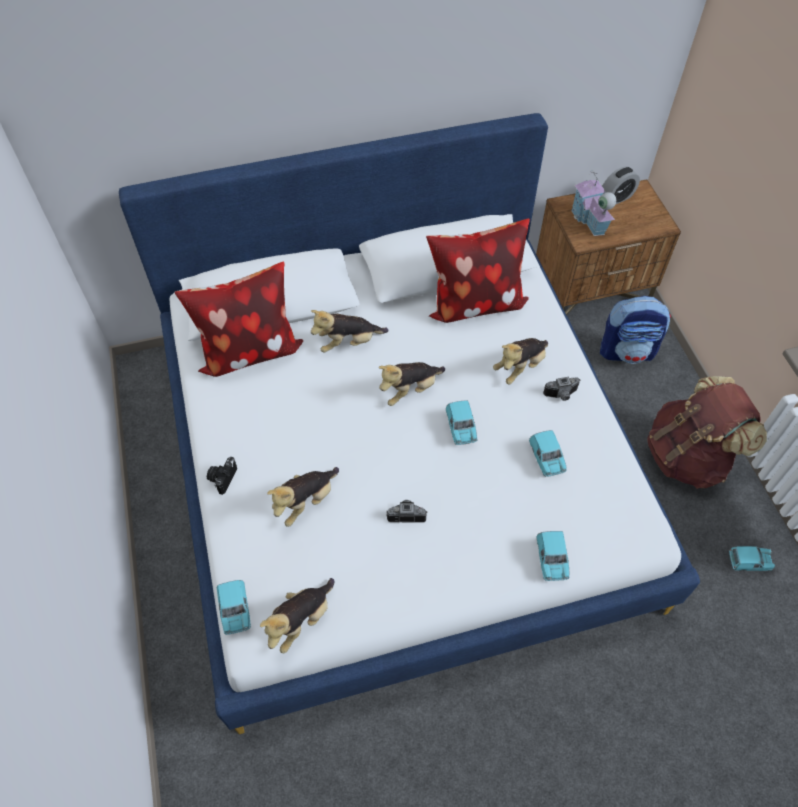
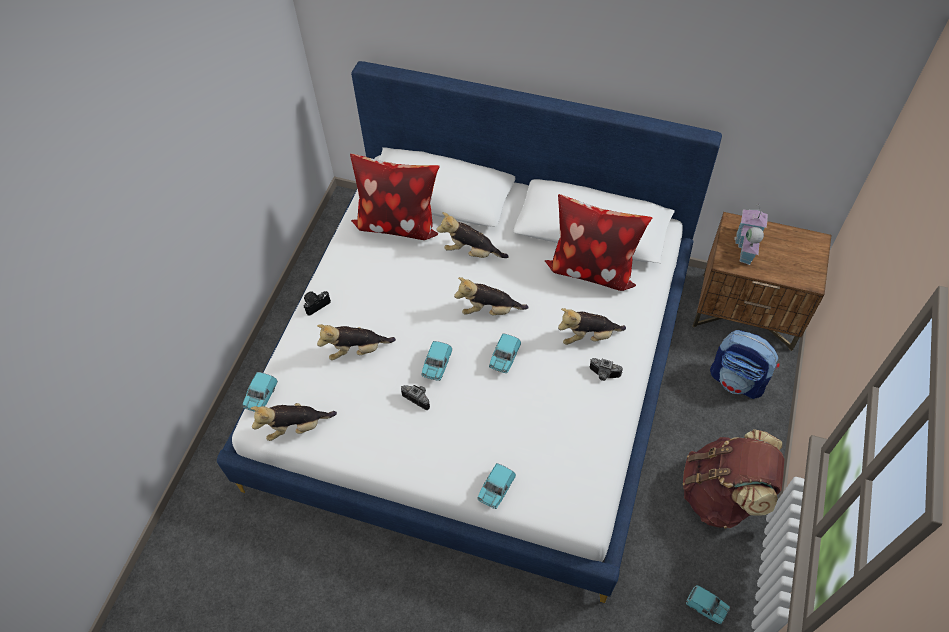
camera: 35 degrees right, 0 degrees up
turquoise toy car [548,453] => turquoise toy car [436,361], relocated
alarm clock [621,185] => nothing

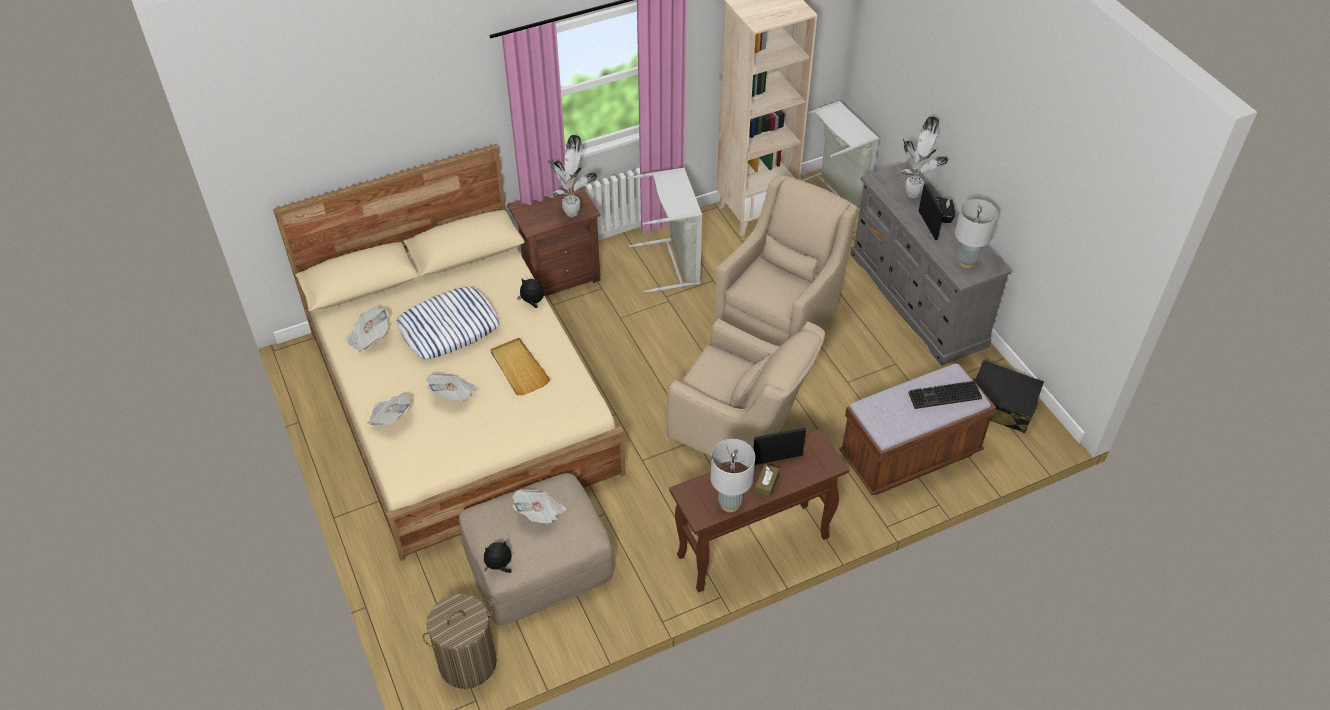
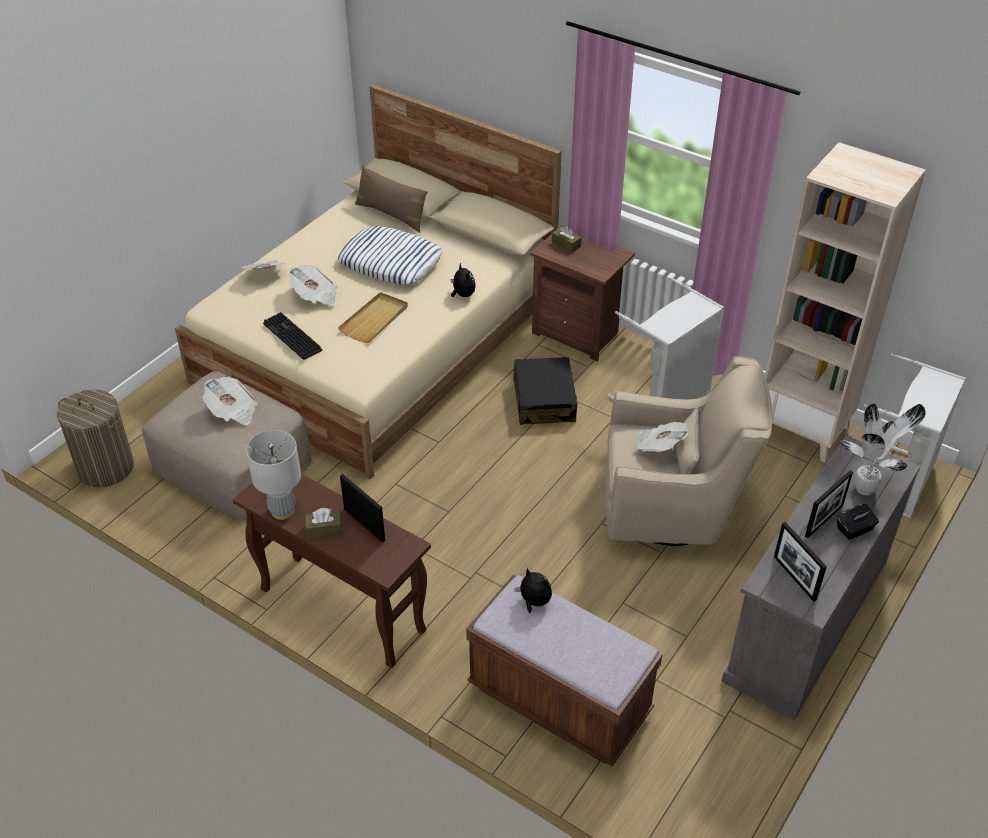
camera: 60 degrees right, 5 degrees down
keyboard [945,395] => keyboard [292,336], relocated
nothing => brown pillow [391,199]
black suitcase [1009,396] => black suitcase [545,391], relocated
plush toy [498,557] => plush toy [533,590], relocated
nothing => brown tissue box [567,239]
newspaper [367,329] => newspaper [661,437], relocated
grey table lamp [976,233] => picture frame [800,562]
potted plant [572,176] => nothing
beige armchair [746,391] => nothing

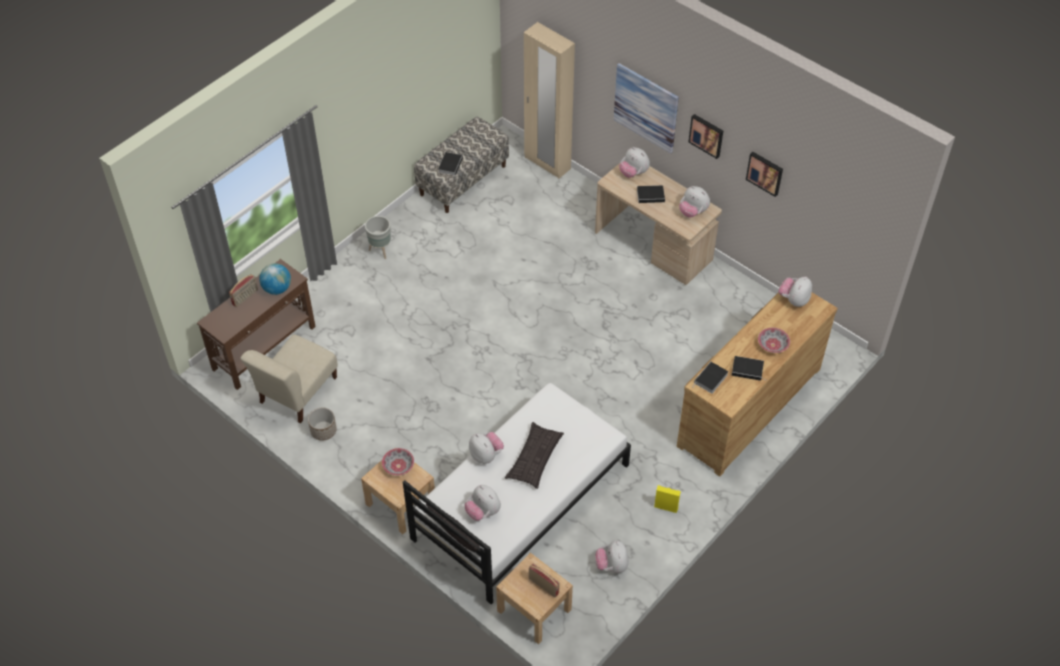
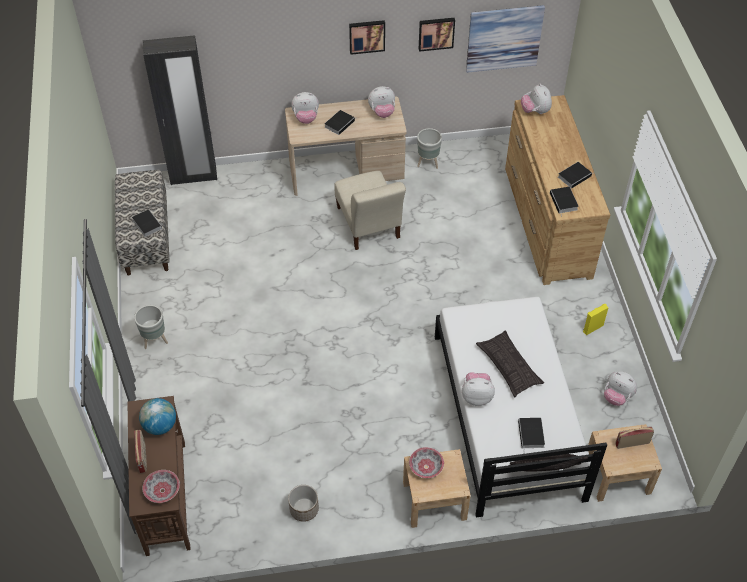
camera: 50 degrees left, 0 degrees up
bowl [774,340] => bowl [161,486], relocated
beige wardrobe [549,100] => black wardrobe [180,110]
beige chair [289,378] => beige chair [370,210], relocated
nothing => grey planter [429,148]
picture [646,108] => picture [505,39], relocated
plush toy [483,503] => book [531,435]

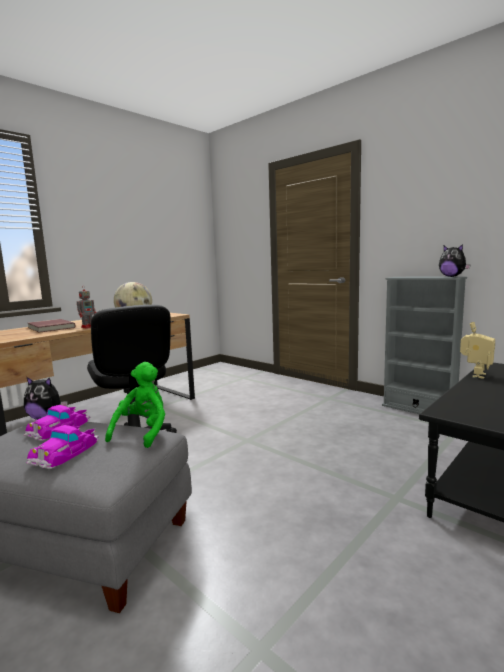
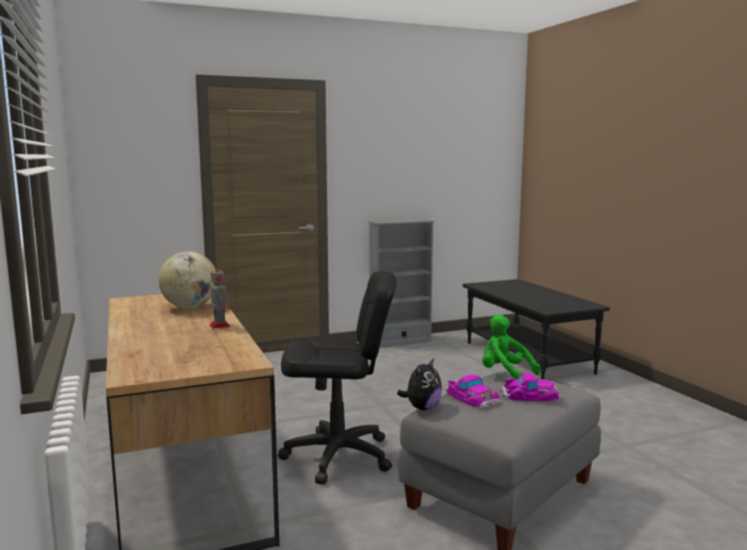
camera: 65 degrees left, 0 degrees up
toy car [62,447] => toy car [531,387], 45 degrees counterclockwise
red book [51,326] => nothing
plush toy [455,260] => nothing
toy robot [477,350] => nothing

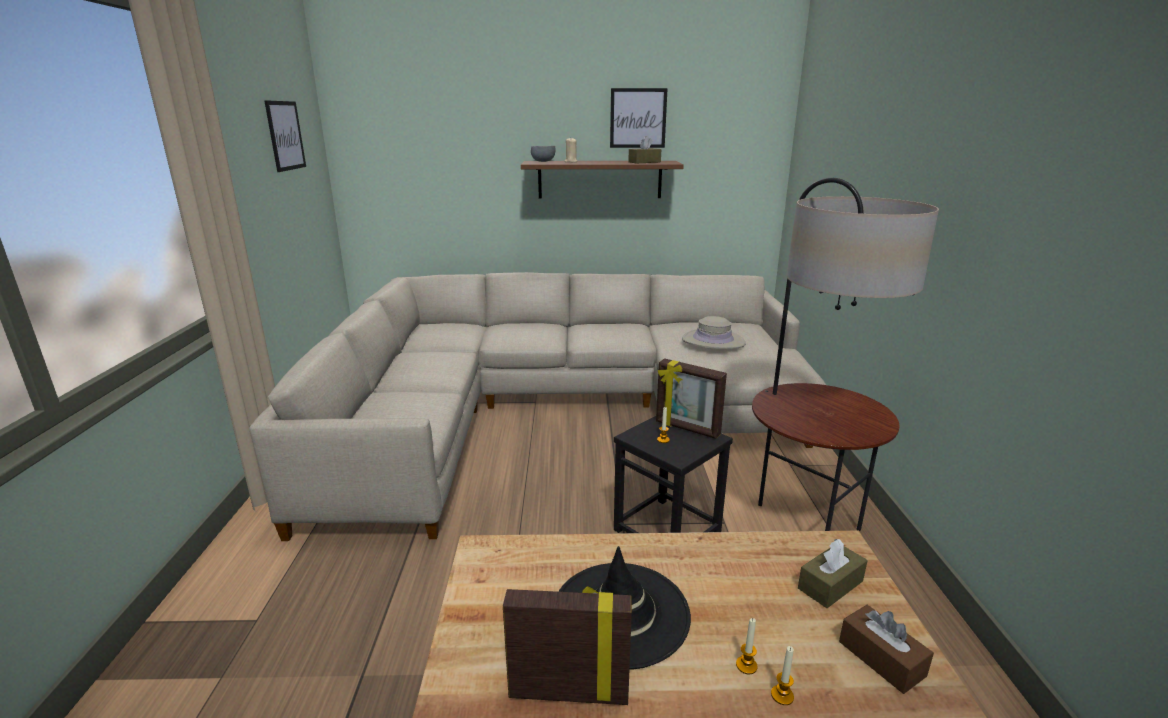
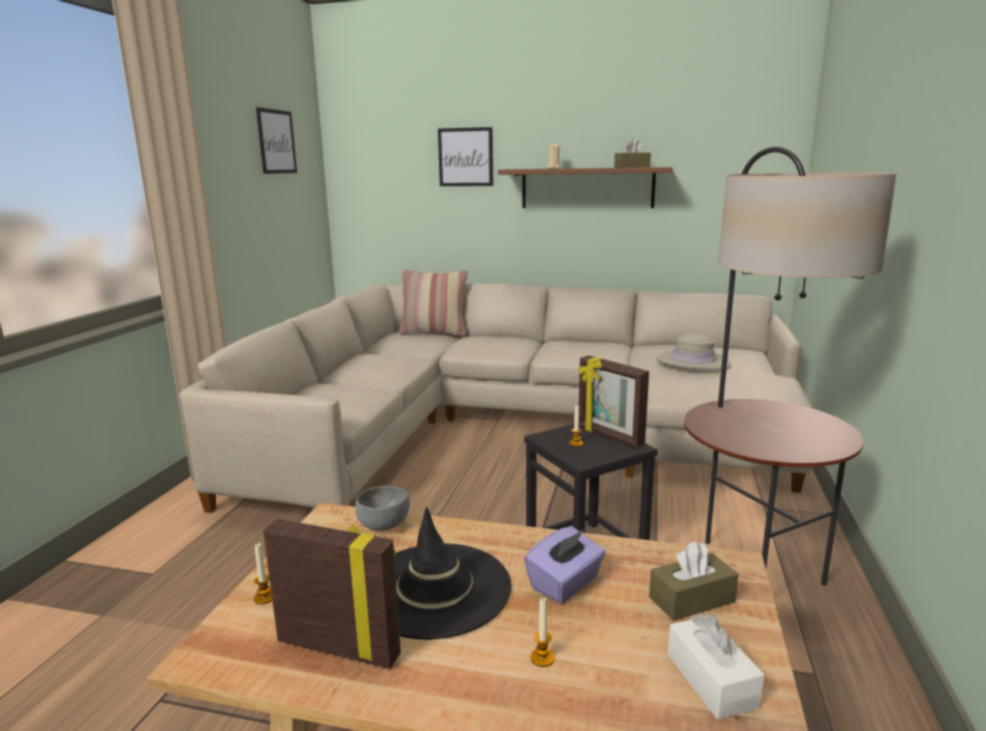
camera: 15 degrees right, 5 degrees down
candle [782,675] => candle [263,573], relocated
grey bowl [543,154] => grey bowl [382,508], relocated
nothing => pillow [433,303]
picture [639,118] => picture [465,156], relocated
nothing => purple tissue box [565,565]
brown tissue box [886,649] => white tissue box [716,666]

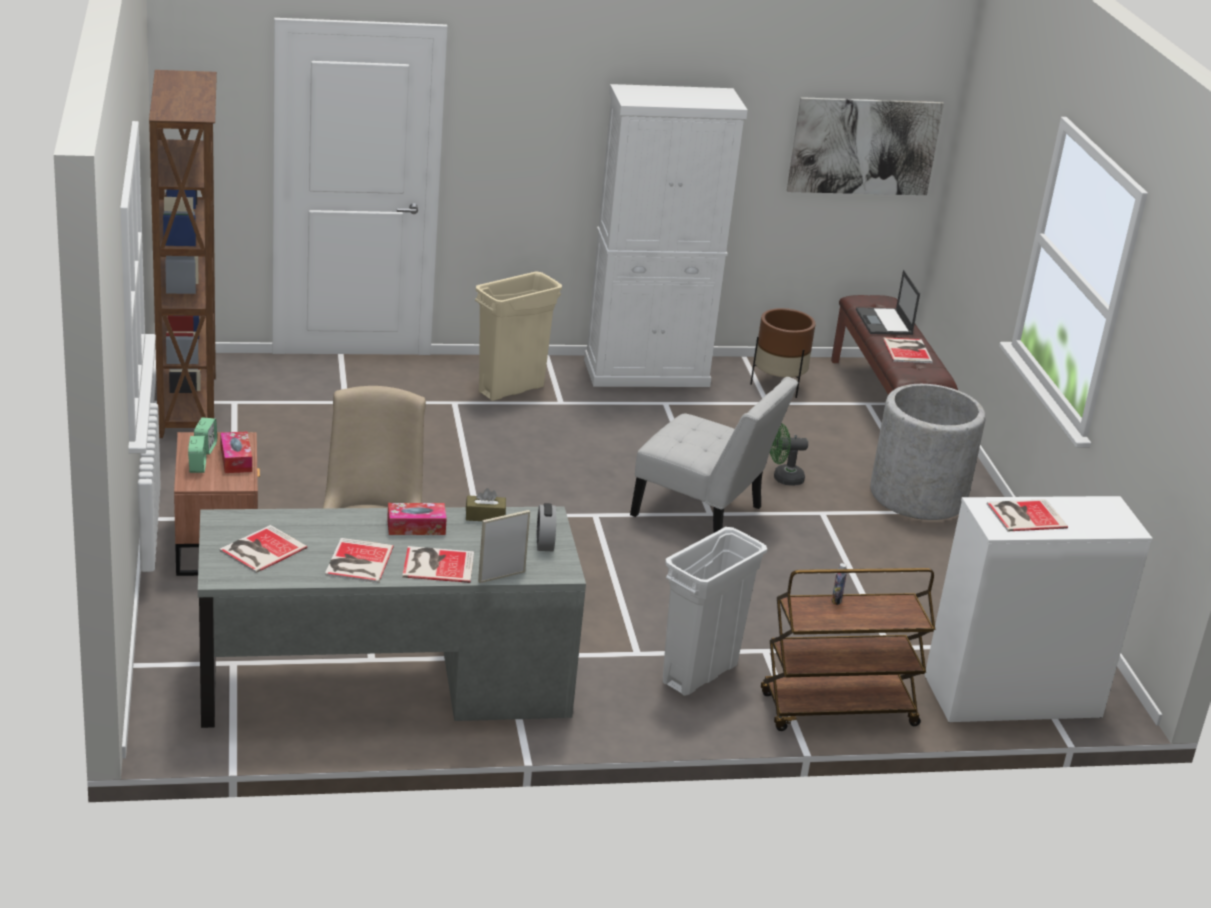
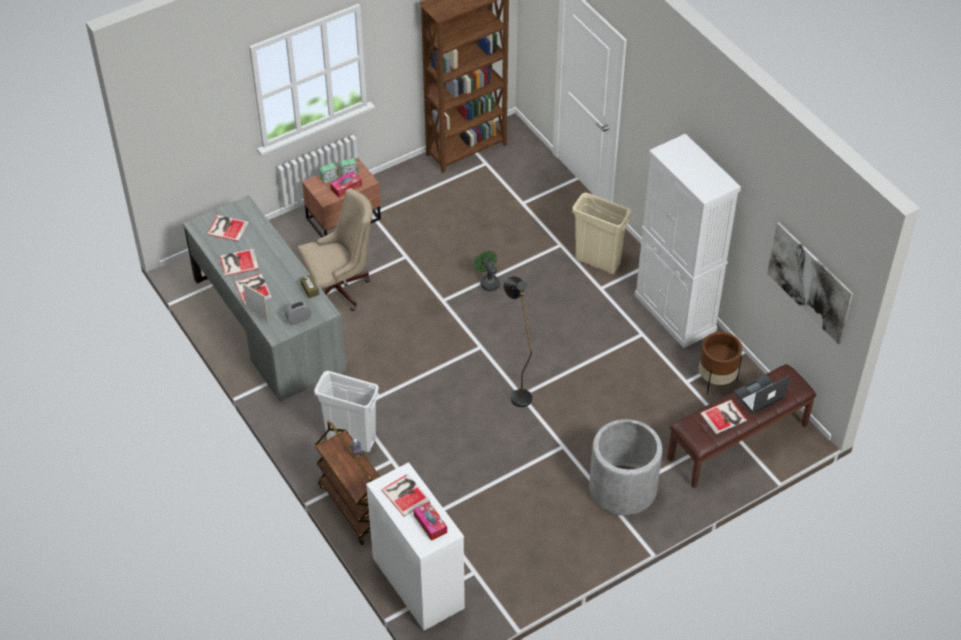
camera: 70 degrees right, 20 degrees up
tissue box [417,519] => tissue box [430,521], relocated
green fan [789,454] => green fan [487,271], relocated
white chair [714,455] => black floor lamp [518,341]

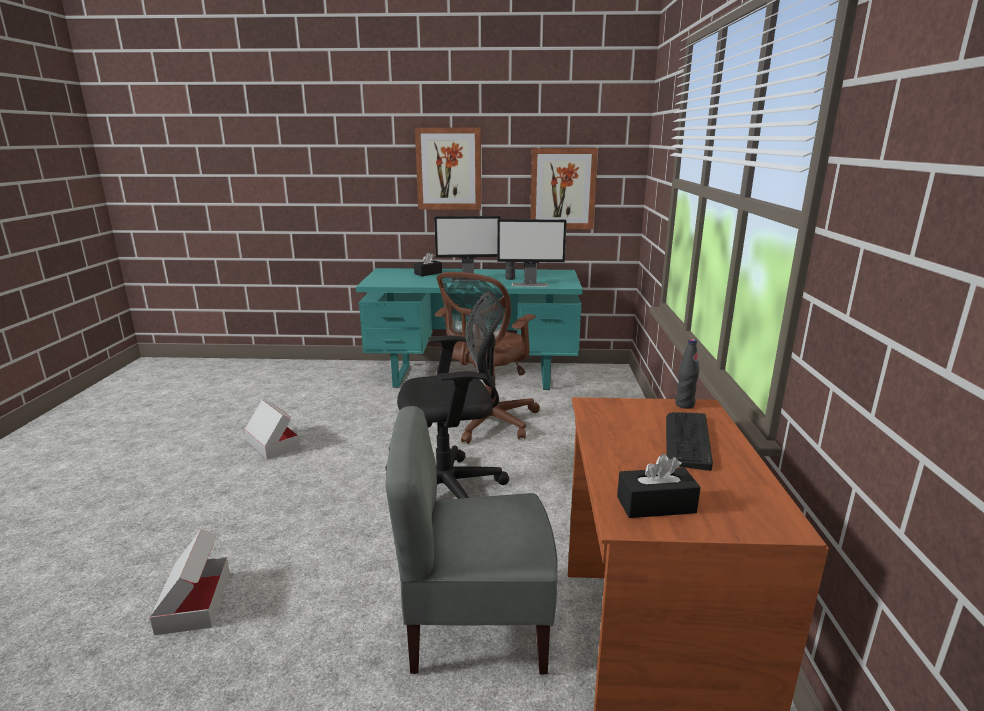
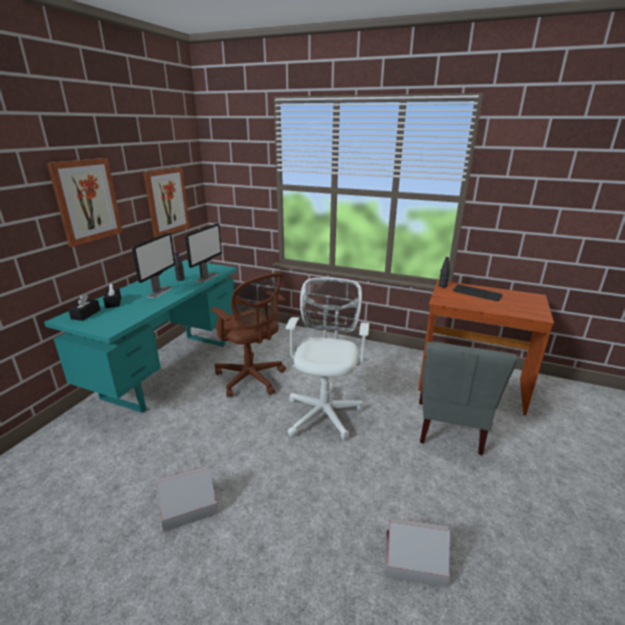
camera: 70 degrees left, 5 degrees up
black tissue box [659,486] => black tissue box [84,307], relocated
black office chair [447,395] => white office chair [327,359]

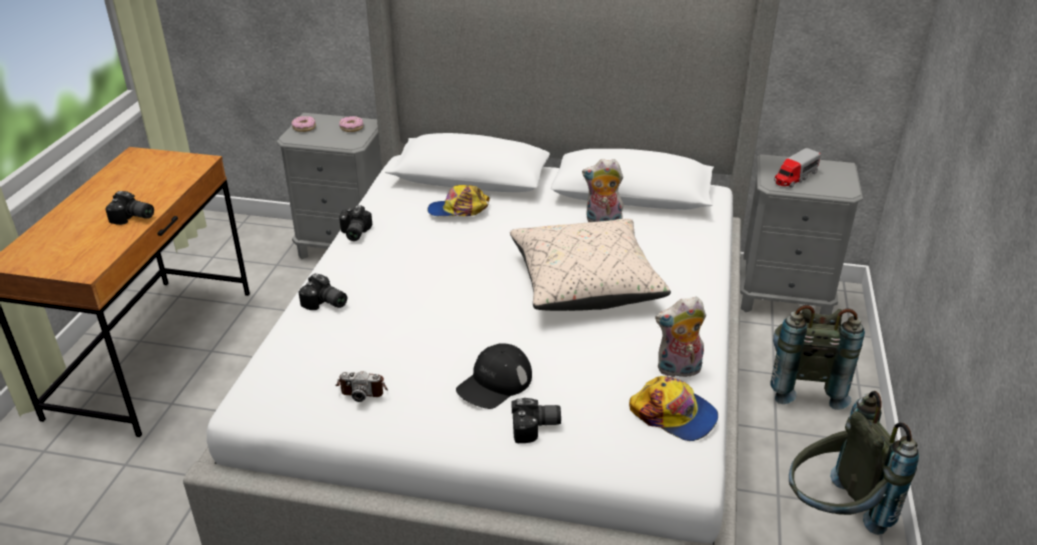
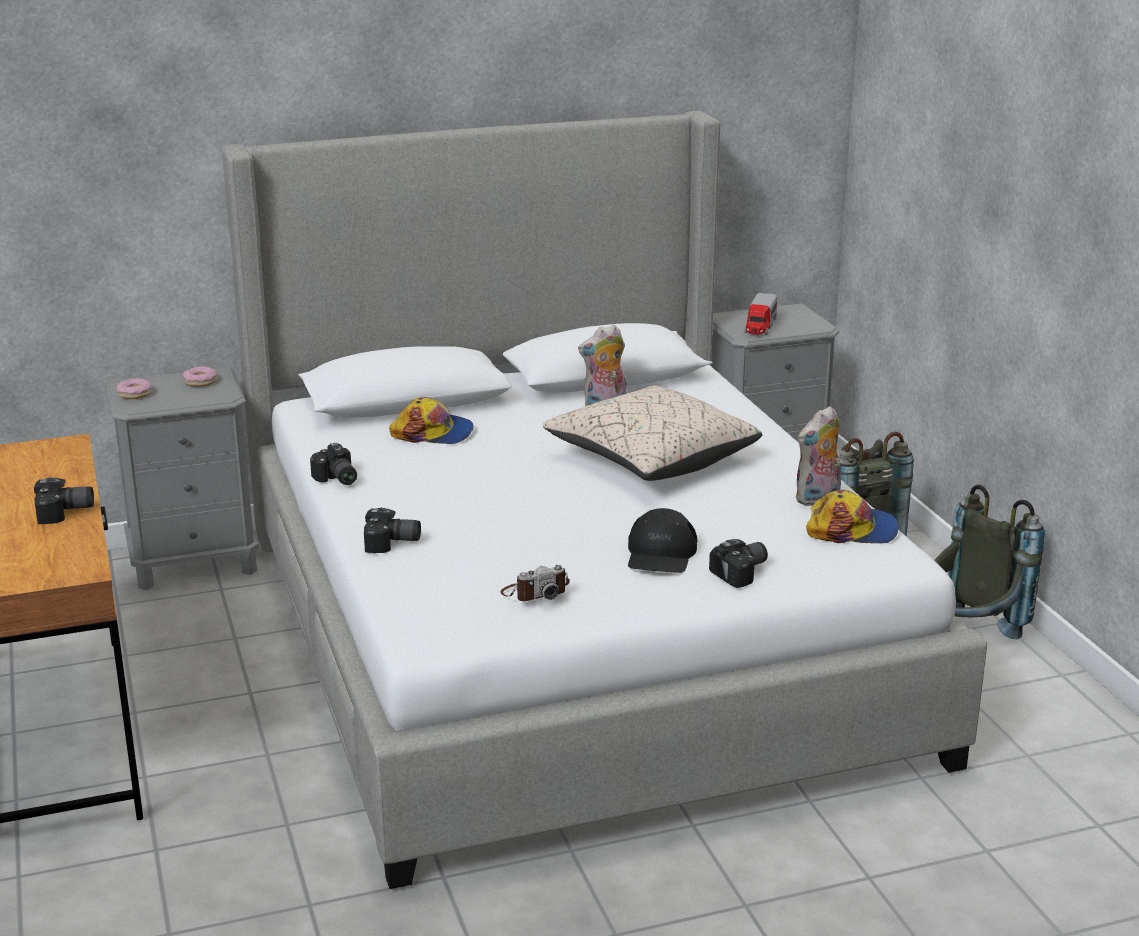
camera: 30 degrees left, 10 degrees down
cap [458,201] => cap [431,420], 135 degrees counterclockwise

